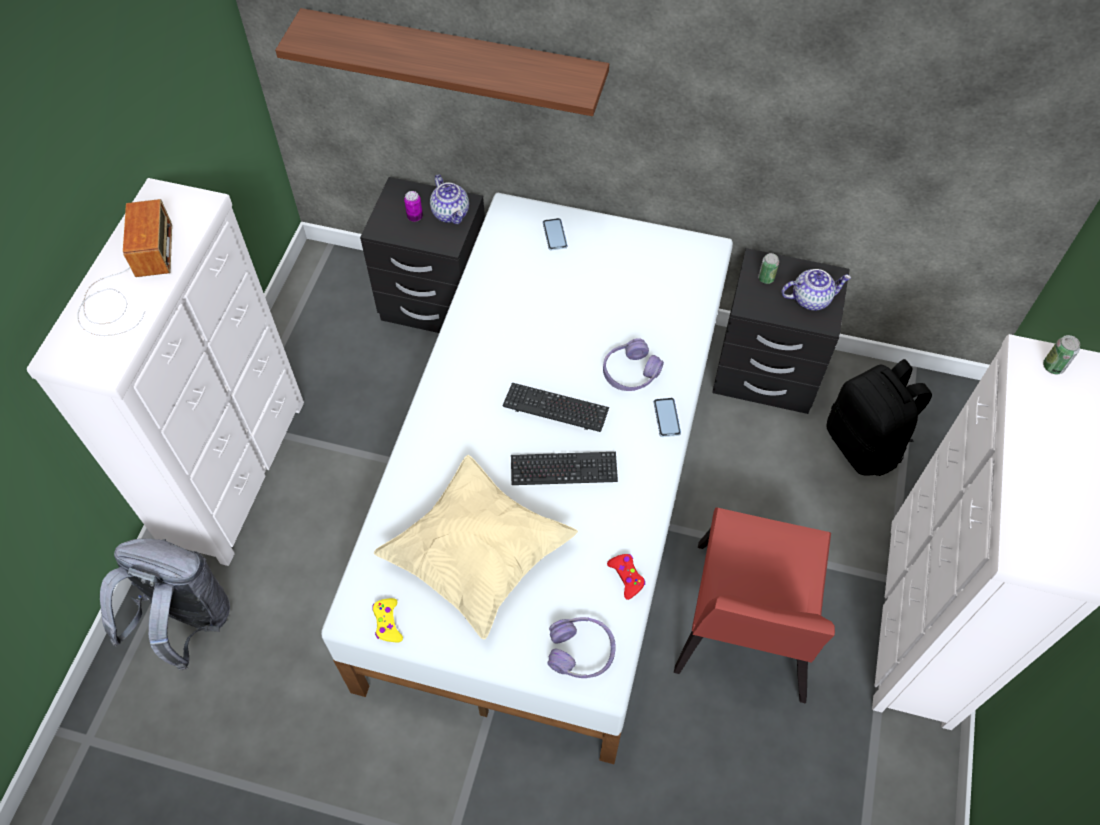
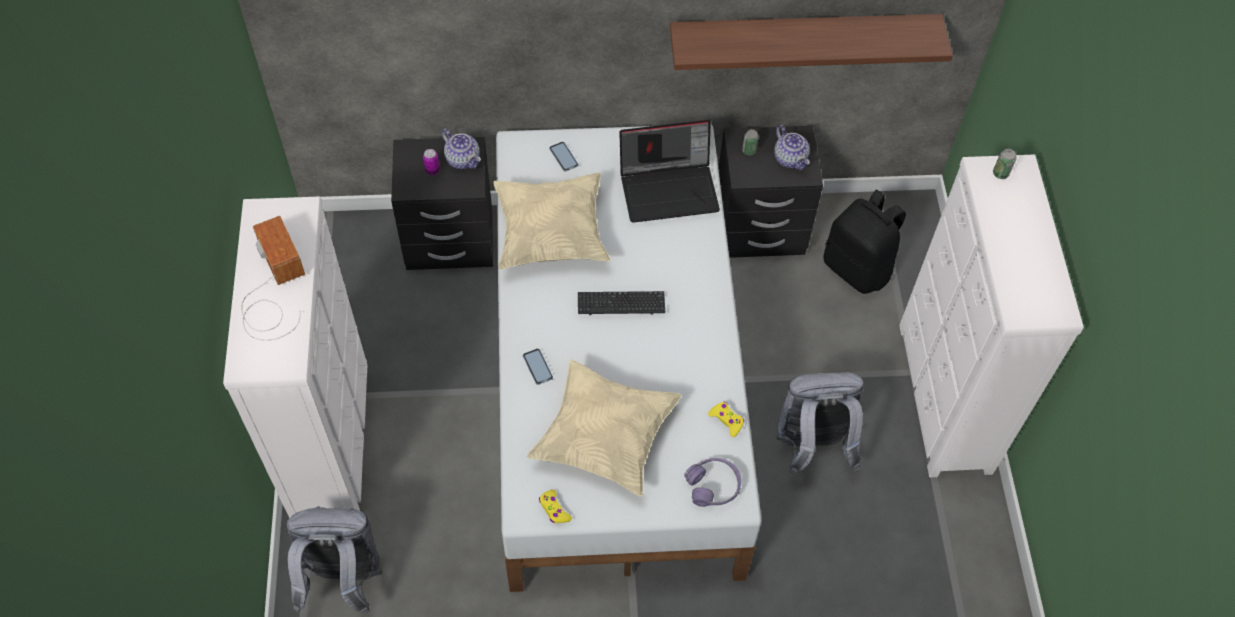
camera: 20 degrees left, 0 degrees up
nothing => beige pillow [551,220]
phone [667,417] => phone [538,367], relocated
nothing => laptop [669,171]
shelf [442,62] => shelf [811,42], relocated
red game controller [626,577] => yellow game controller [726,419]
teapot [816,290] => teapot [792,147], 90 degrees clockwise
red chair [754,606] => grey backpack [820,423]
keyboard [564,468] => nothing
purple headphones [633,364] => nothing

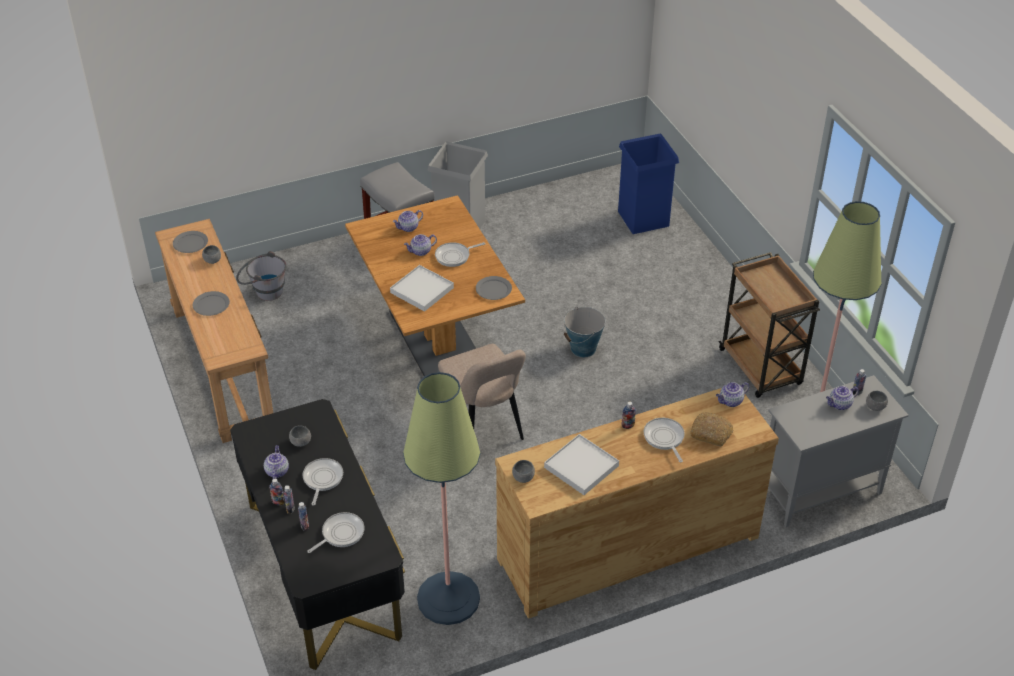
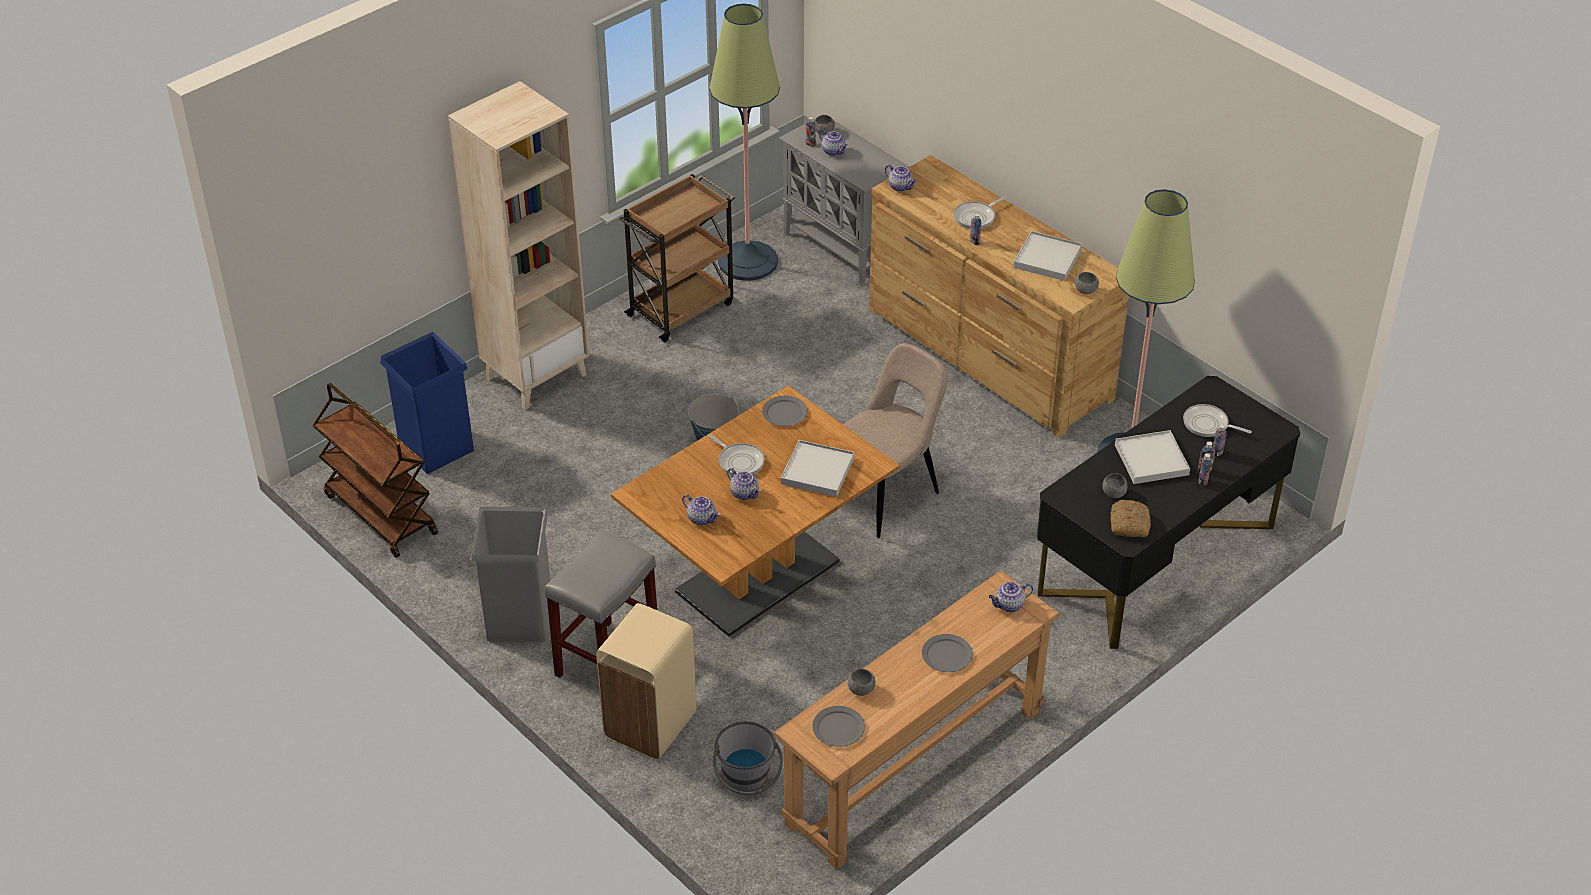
camera: 110 degrees left, 0 degrees up
nothing => brown cart [375,470]
nothing => beige bookcase [518,245]
nothing => beige trash can [646,681]
teapot [276,462] => teapot [1010,597], relocated
bread [711,429] => bread [1130,518], relocated
frying pan [322,482] => white tray [1152,457]

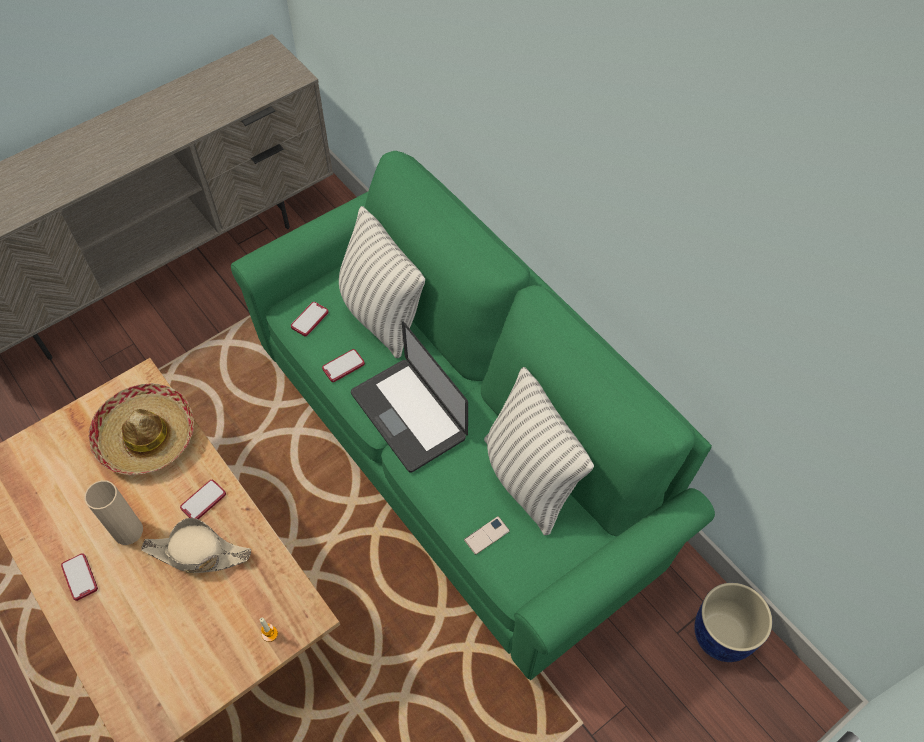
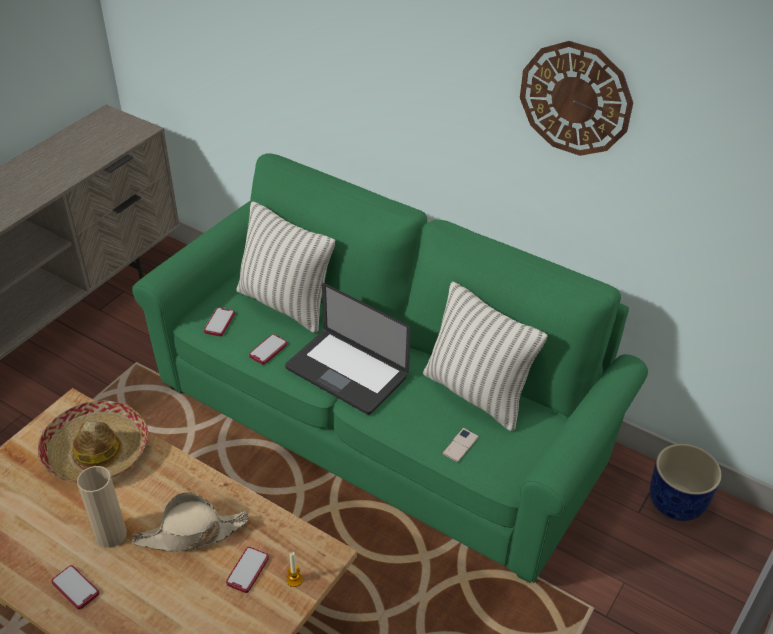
camera: 20 degrees left, 15 degrees down
phone [203,499] => phone [247,570], relocated
nothing => wall clock [576,98]

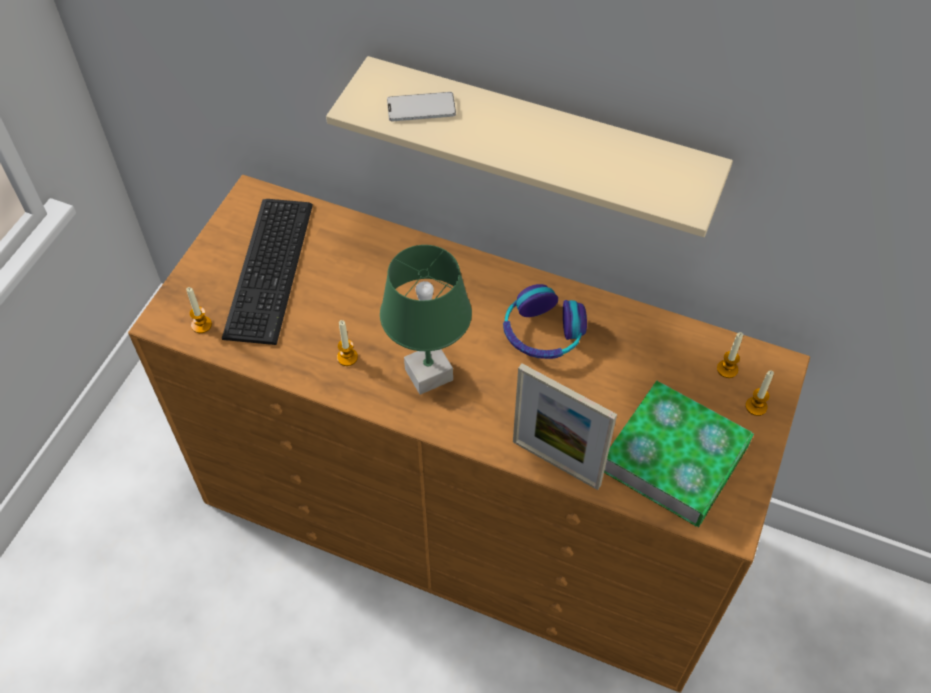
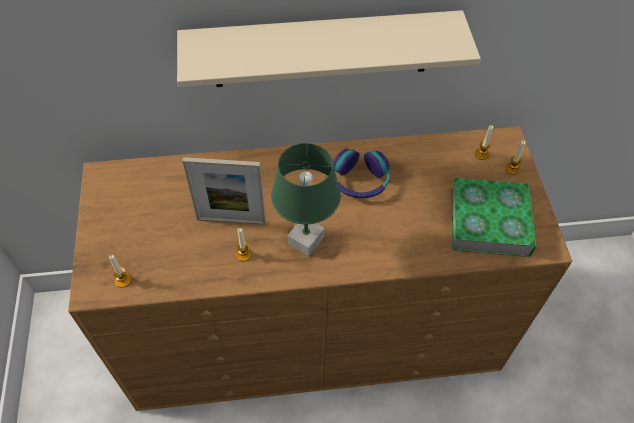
camera: 30 degrees left, 0 degrees up
picture frame [565,426] => picture frame [224,191], relocated
keyboard [267,272] => nothing
phone [421,106] => nothing

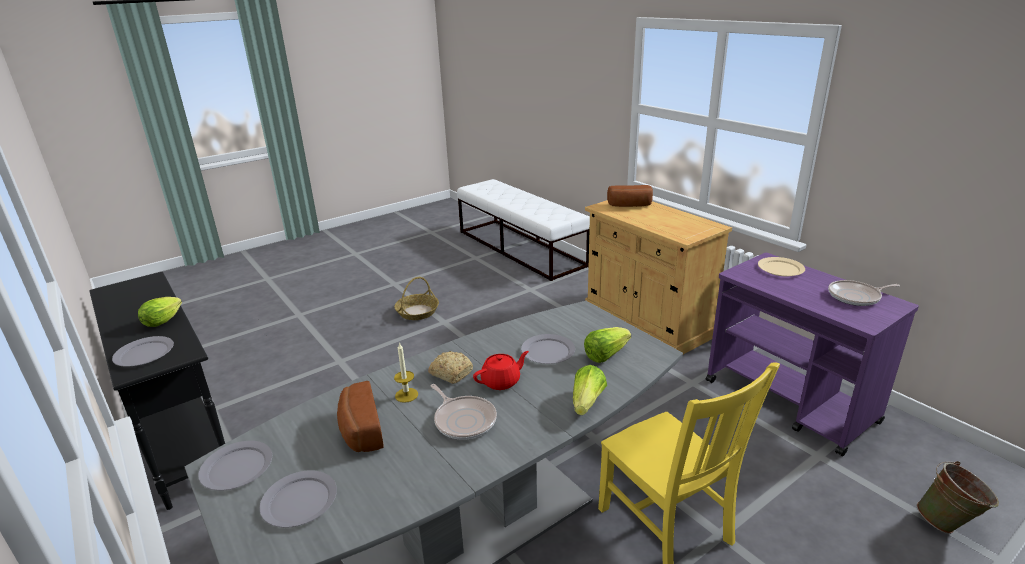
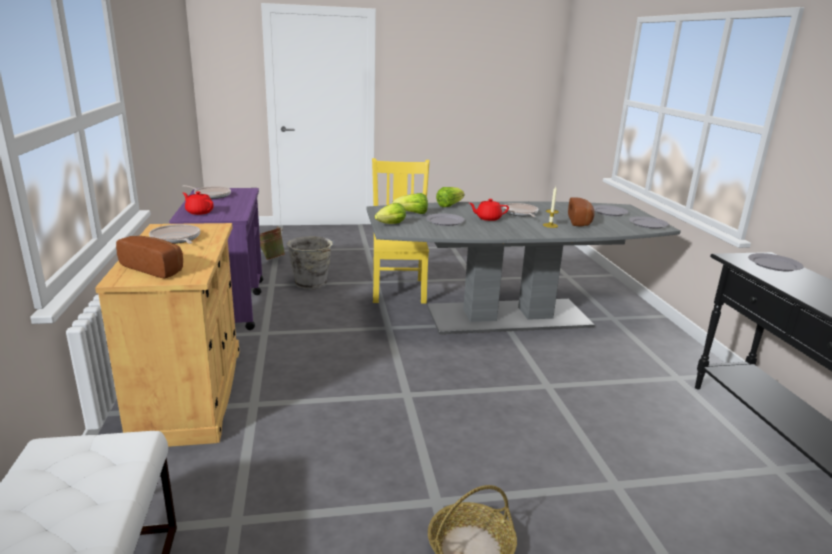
camera: 155 degrees left, 5 degrees down
nothing => frying pan [174,234]
beige plate [781,266] => red teapot [198,203]
nothing => grey bucket [310,263]
lettuce [160,312] => lettuce [390,213], relocated
bread [450,367] => nothing

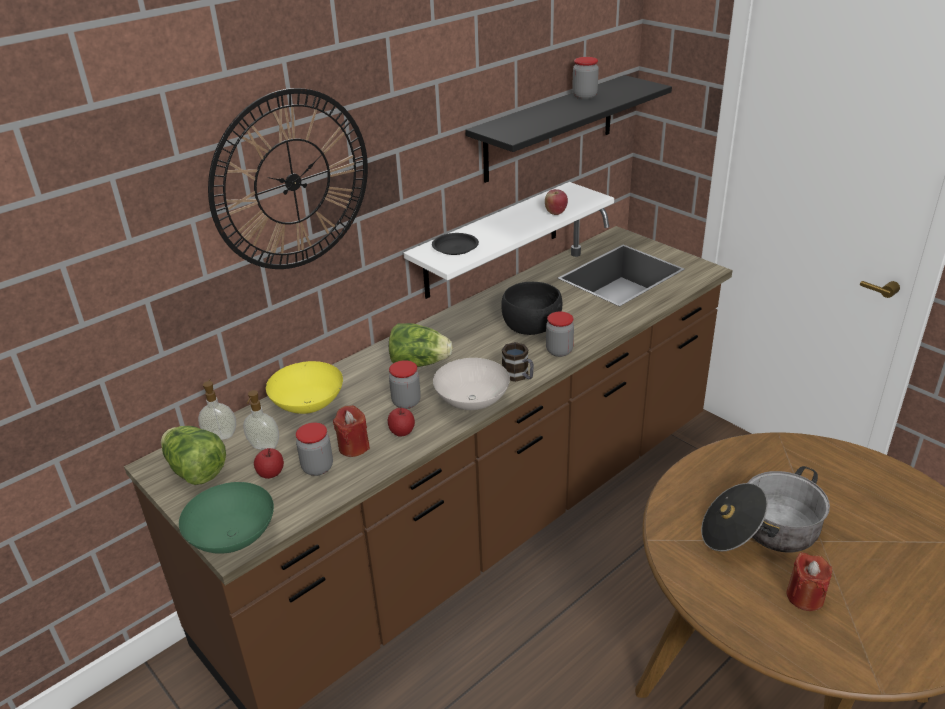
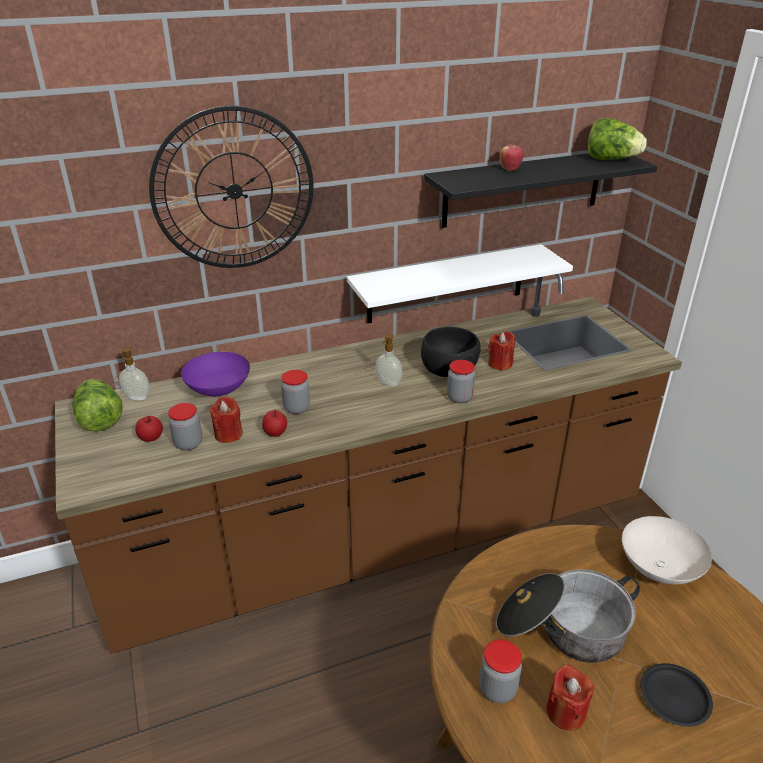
camera: 20 degrees right, 0 degrees up
yellow bowl [304,387] => purple bowl [215,374]
soap dispenser [261,420] => soap dispenser [389,360], relocated
jar [585,78] => jar [500,671], relocated
nothing => red candle [501,351]
apple [556,202] => apple [511,158], relocated
lettuce [421,345] => lettuce [617,139], relocated
white bowl [471,384] => white bowl [667,550], relocated
black plate [455,244] => black plate [676,695], relocated
green bowl [226,518] => nothing
mug [518,362] => nothing

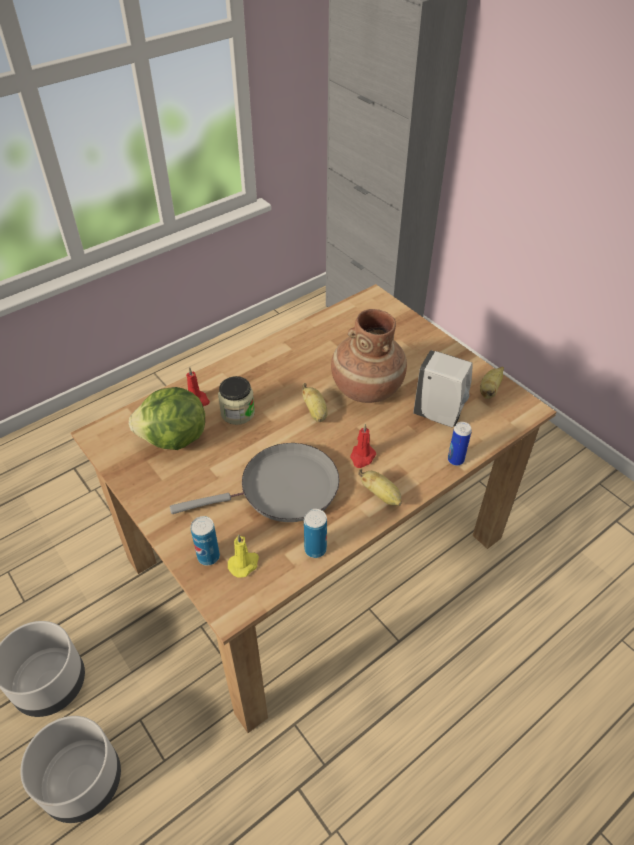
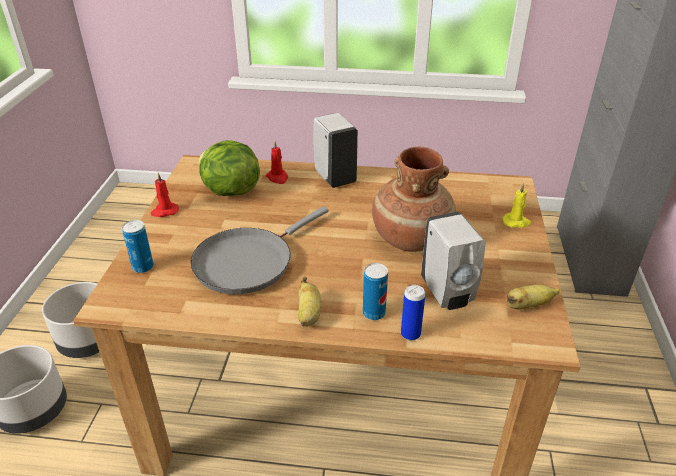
camera: 45 degrees right, 10 degrees down
red candle [363,446] => red candle [165,195], relocated
grey frying pan [254,482] => grey frying pan [260,250], 105 degrees clockwise
nothing => white soap dispenser [335,150]
can [315,533] => can [375,291], relocated
yellow candle [243,556] => yellow candle [516,205], relocated
jar [236,400] => nothing
banana [315,402] => nothing

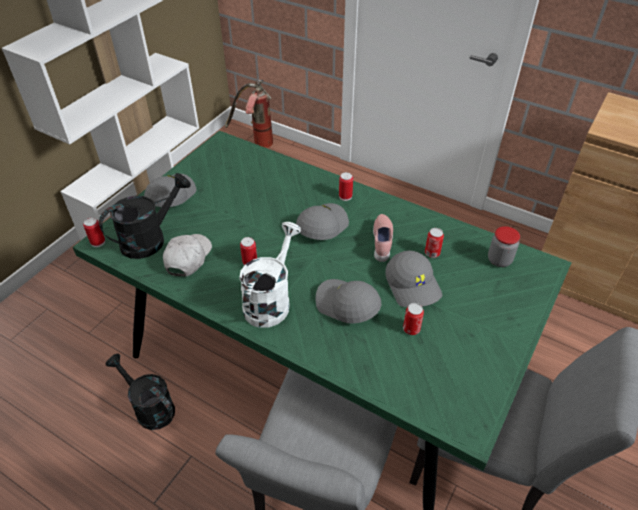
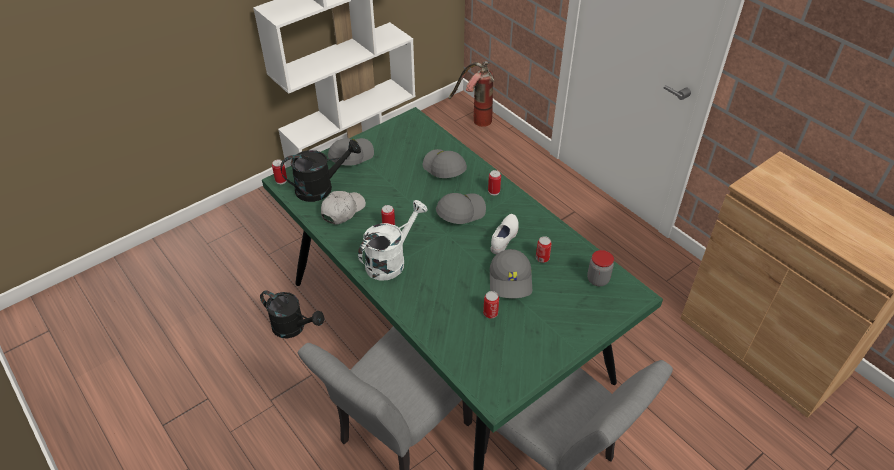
camera: 20 degrees right, 0 degrees up
black watering can [140,392] => black watering can [292,314], 150 degrees clockwise
grey cap [349,301] => grey cap [445,163], relocated
pink shoe [383,238] => white shoe [504,234]

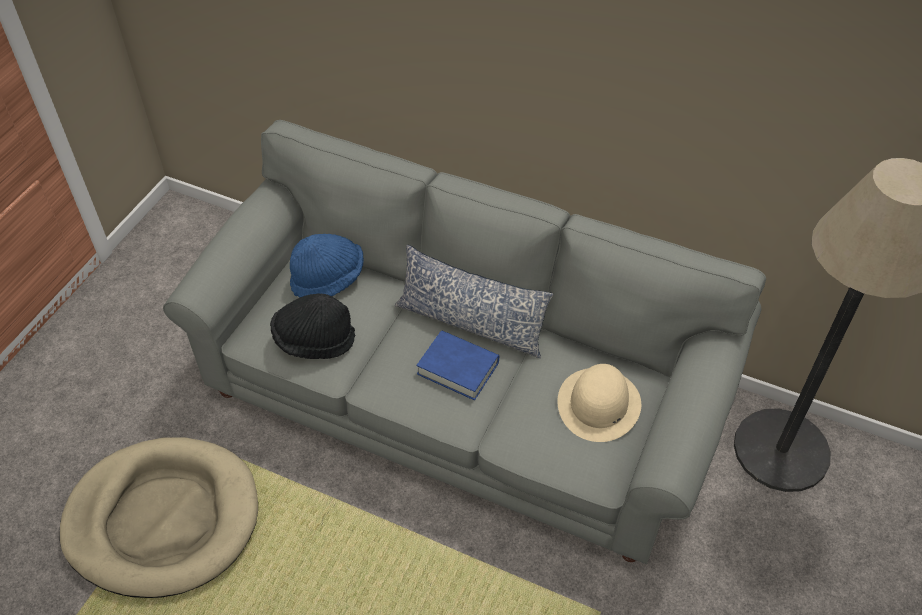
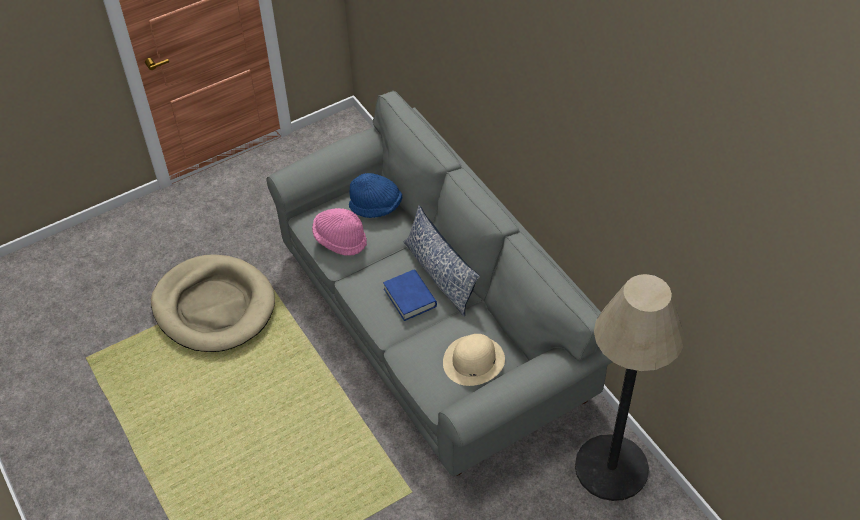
camera: 35 degrees right, 0 degrees up
black hat [312,326] => pink hat [339,232]

